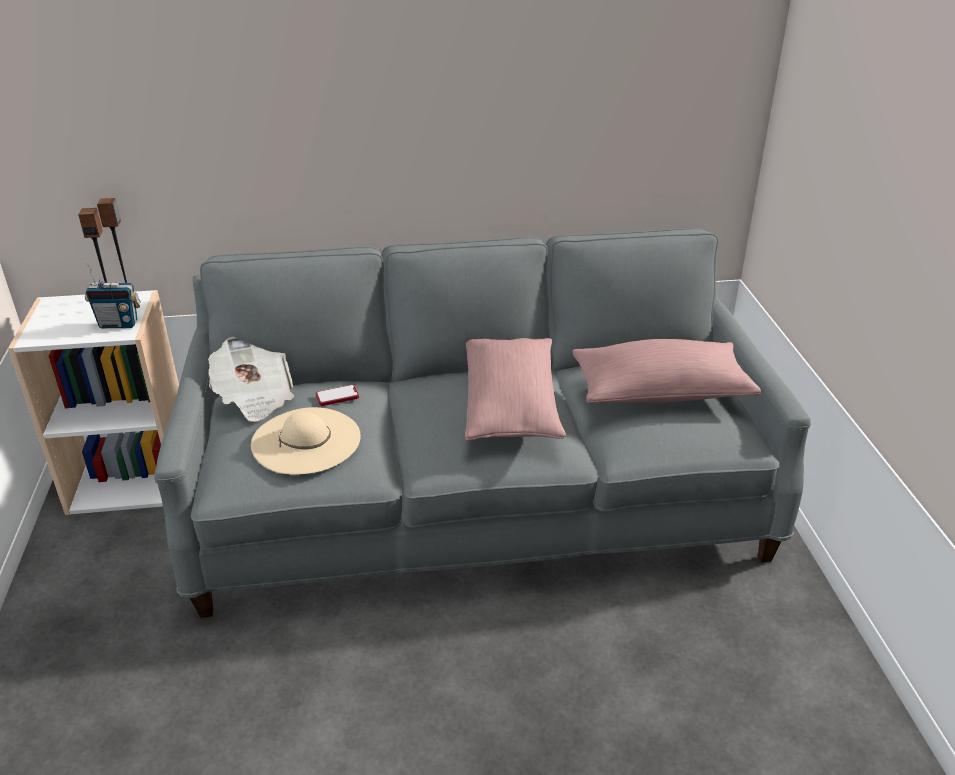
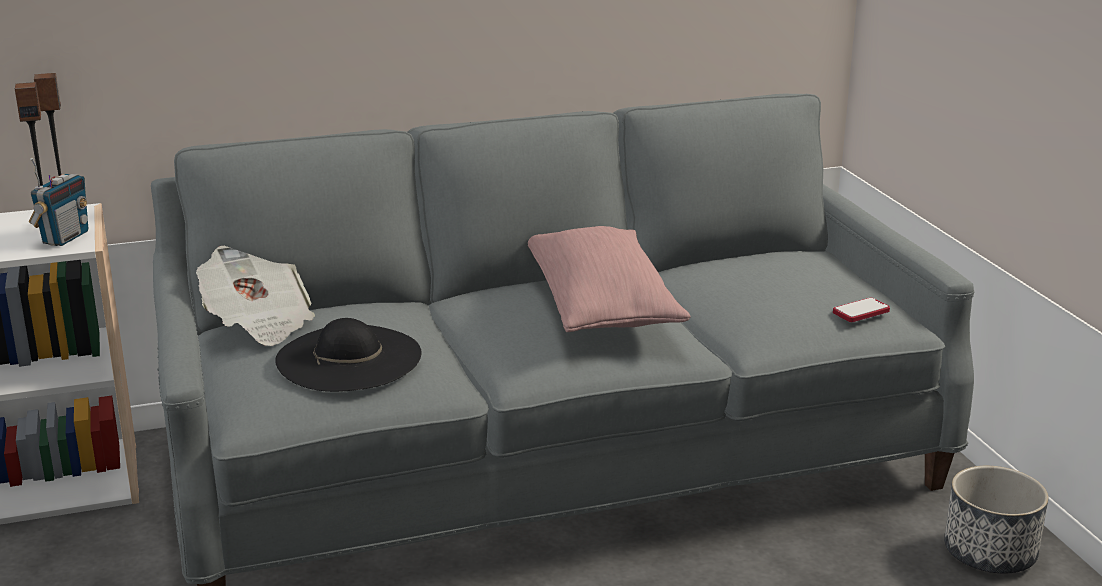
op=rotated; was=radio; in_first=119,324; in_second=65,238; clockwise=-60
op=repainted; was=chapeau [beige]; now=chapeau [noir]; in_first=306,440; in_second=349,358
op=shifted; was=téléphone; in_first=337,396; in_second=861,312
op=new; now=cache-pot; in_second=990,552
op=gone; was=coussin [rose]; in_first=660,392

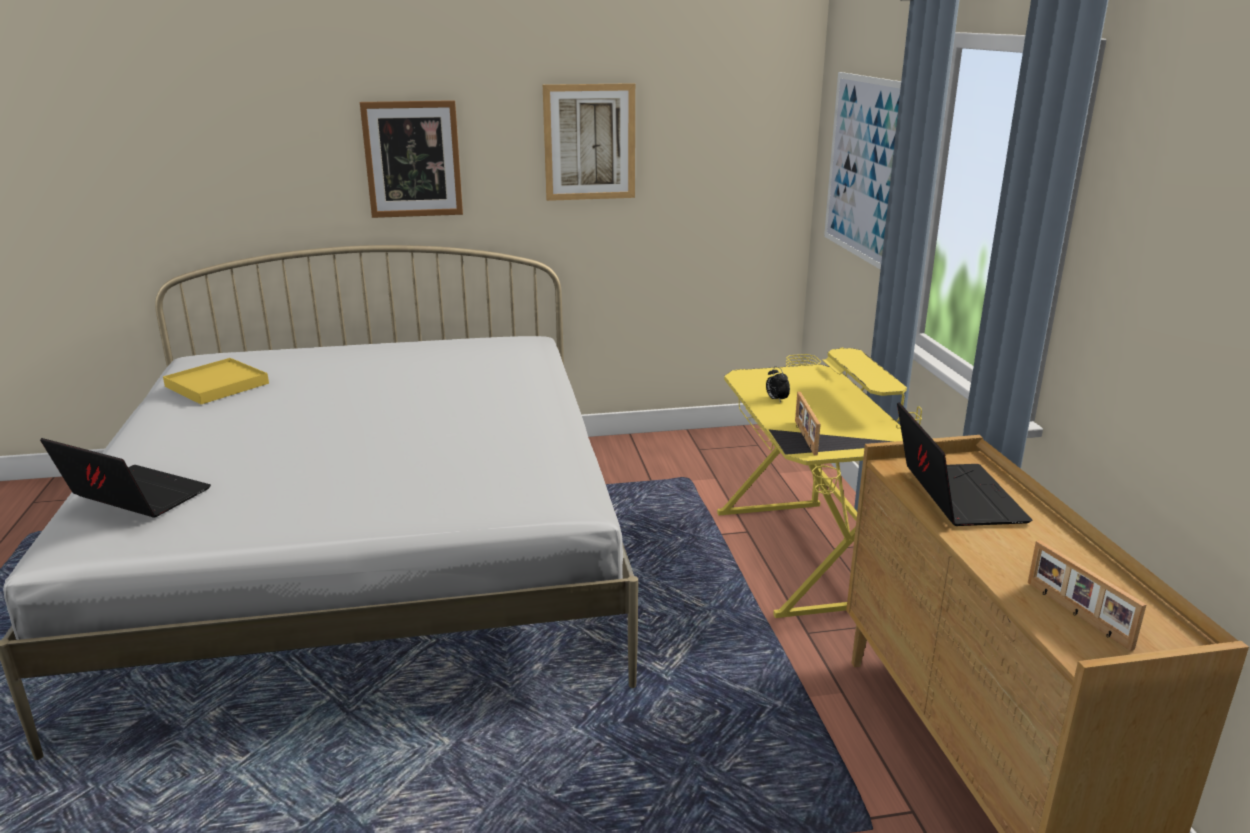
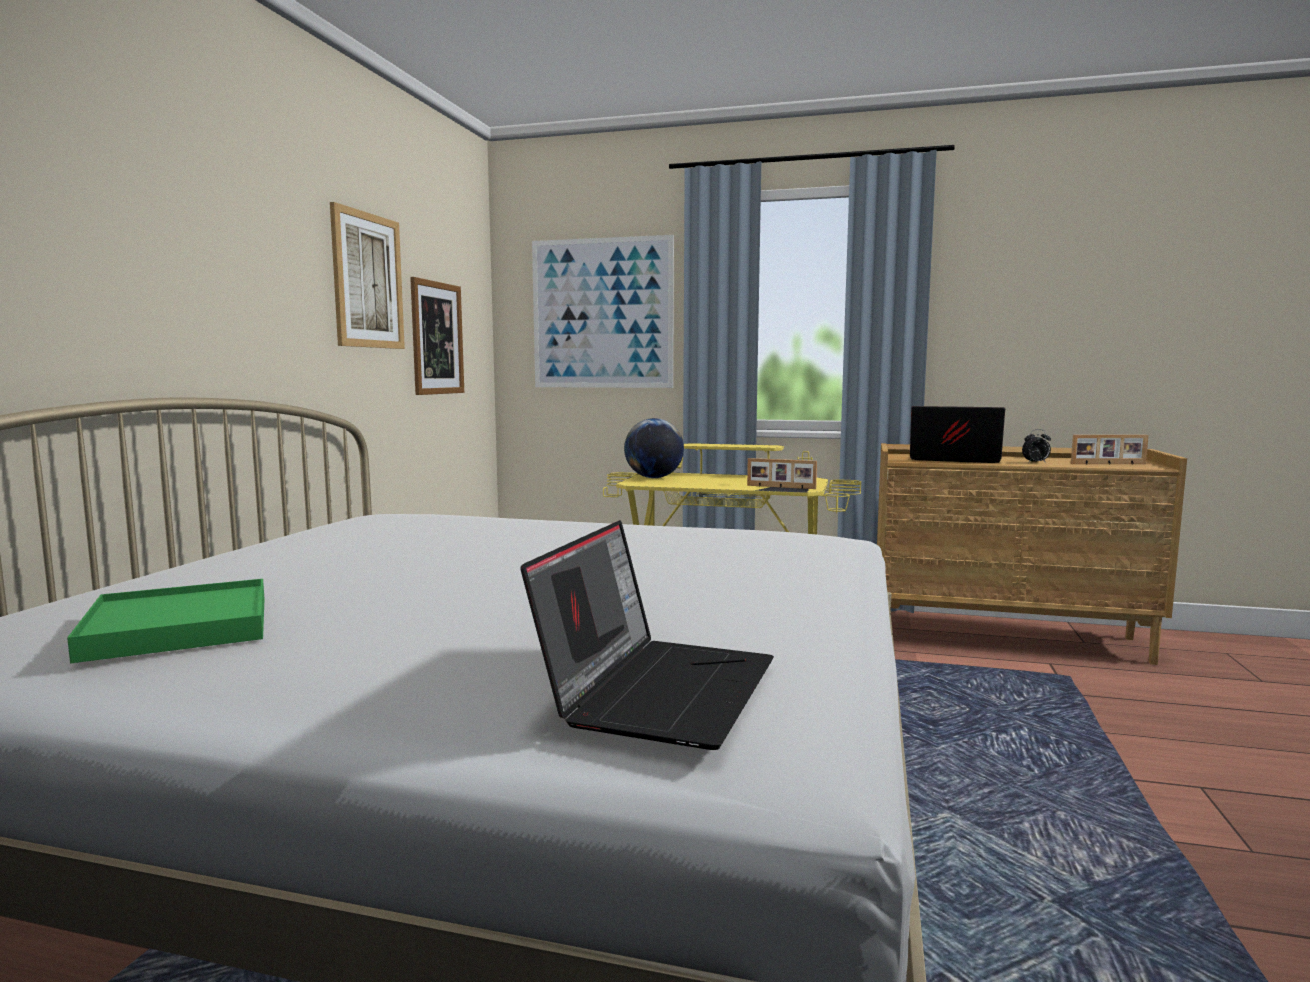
op=repainted; was=plateau [jaune]; now=plateau [vert]; in_first=217,385; in_second=178,627
op=shifted; was=tableau; in_first=412,159; in_second=437,338
op=rotated; was=ordinateur portable; in_first=133,497; in_second=658,689; clockwise=150
op=new; now=globe; in_second=654,478
op=shifted; was=réveil; in_first=776,399; in_second=1035,463

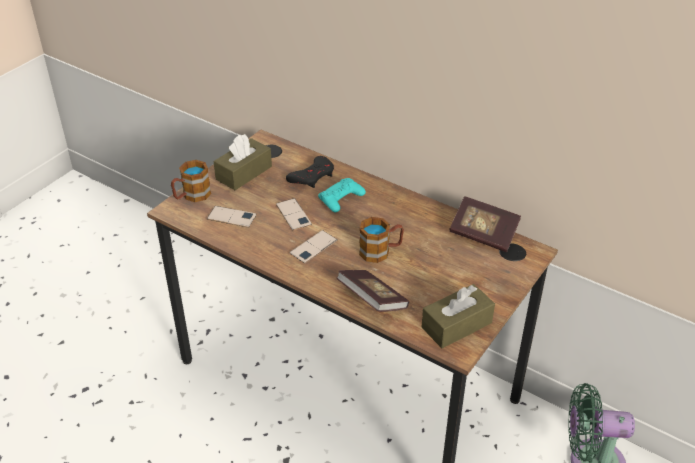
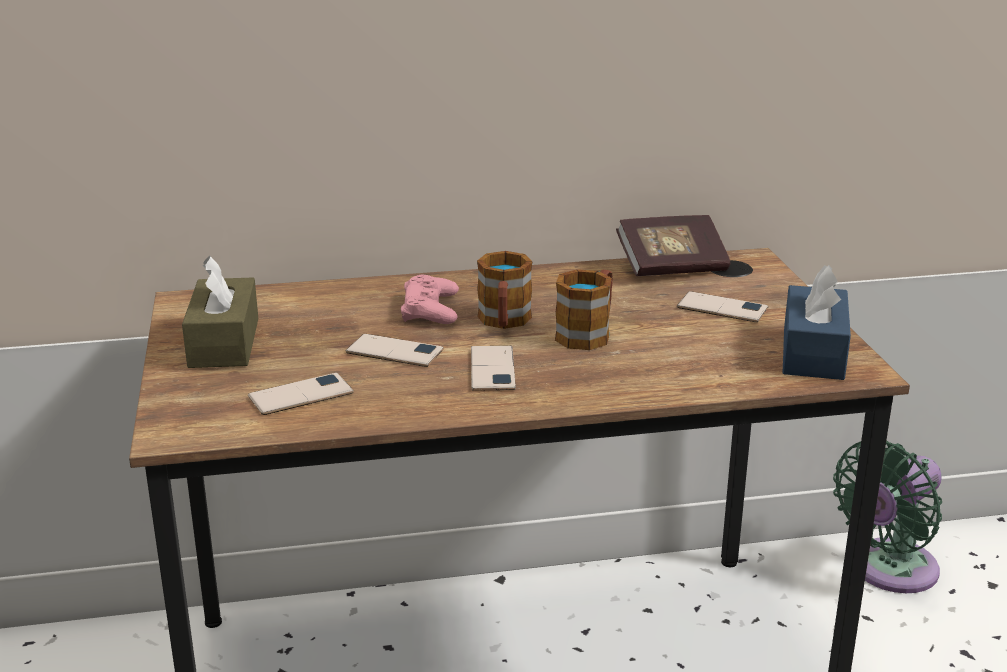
op=repainted; was=manette [turquoise]; now=manette [rose]; in_first=341,198; in_second=430,309
op=shifted; was=mug; in_first=191,196; in_second=504,322
op=new; now=téléphone; in_second=722,308
op=repainted; was=boîte à mouchoirs [marron]; now=boîte à mouchoirs [bleu]; in_first=456,325; in_second=813,352
op=gone; was=manette [noir]; in_first=312,176
op=gone; was=livre; in_first=372,300

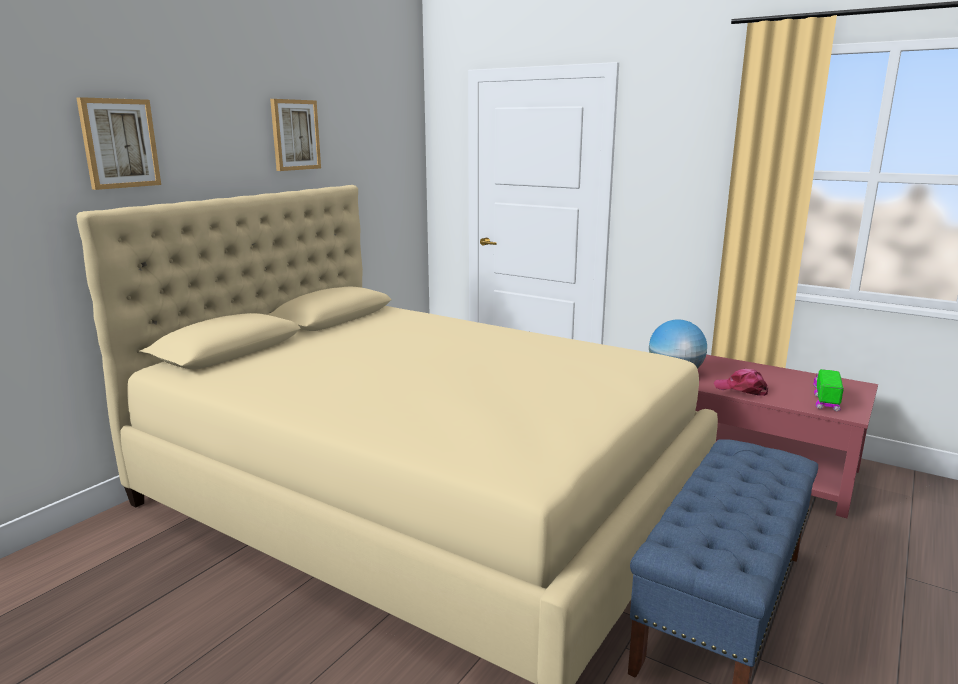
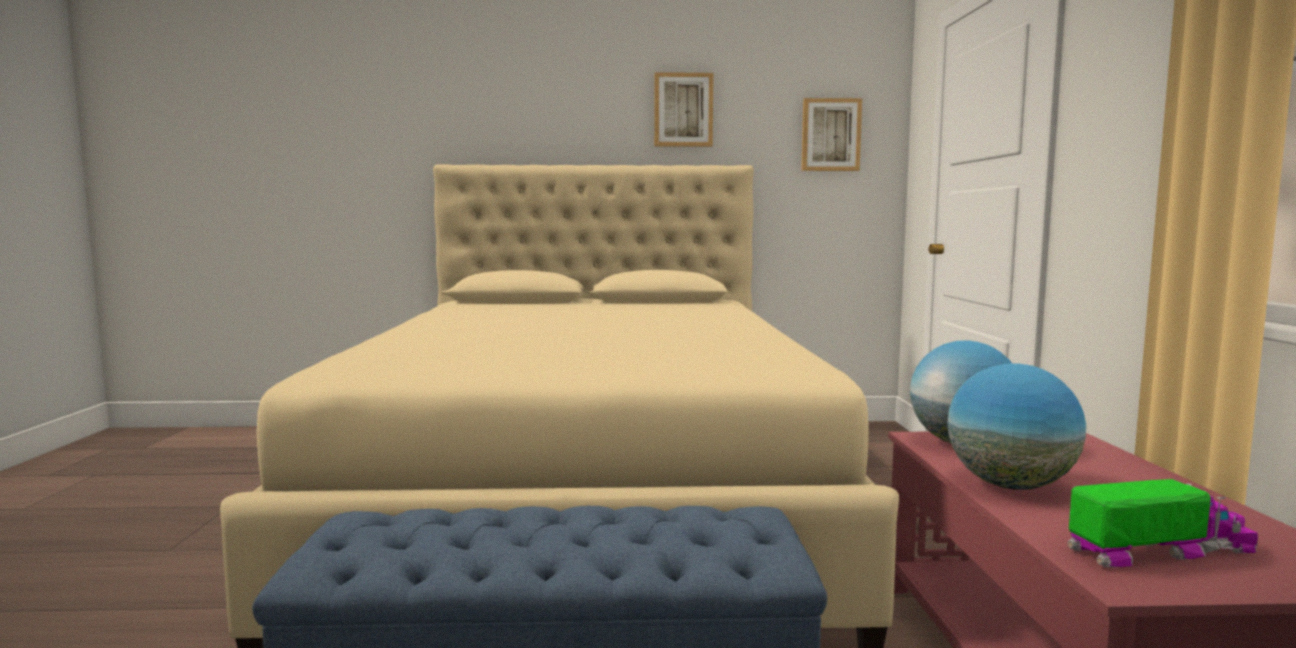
op=shifted; was=tableau; in_first=119,143; in_second=830,135
op=swapped; was=casquette [rose]; now=globe; in_first=741,389; in_second=1010,485

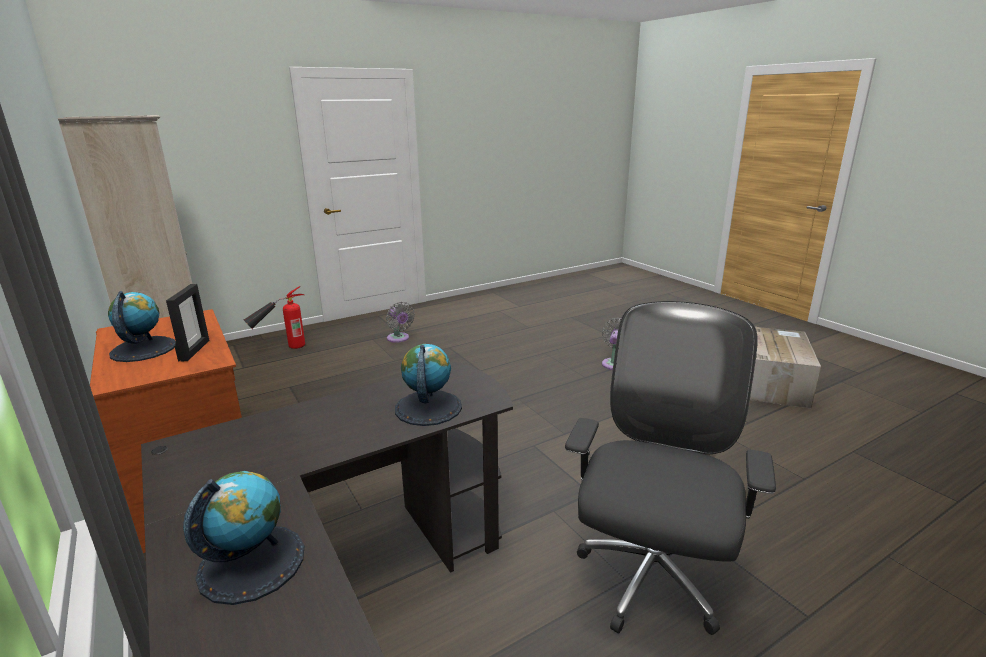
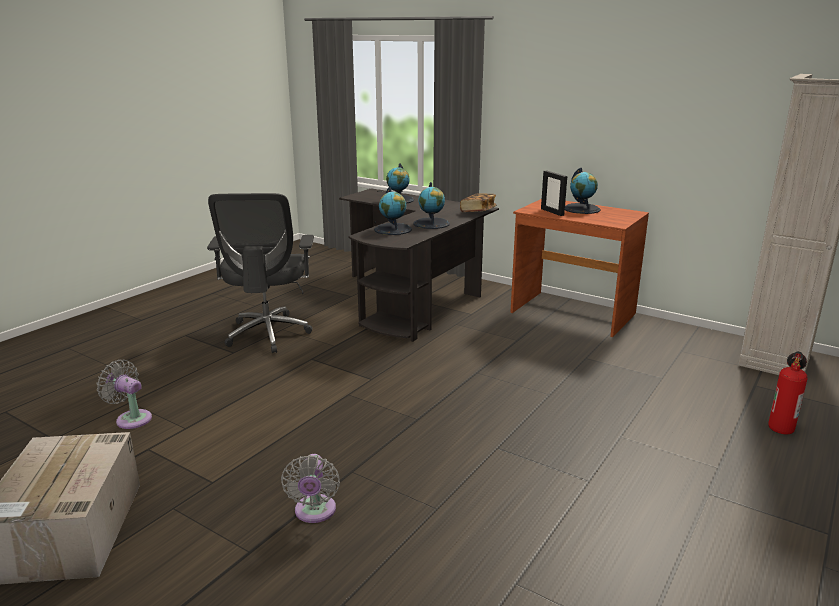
op=shifted; was=ventilateur [gris]; in_first=399,339; in_second=131,418
op=new; now=globe; in_second=431,223
op=new; now=livre; in_second=478,211

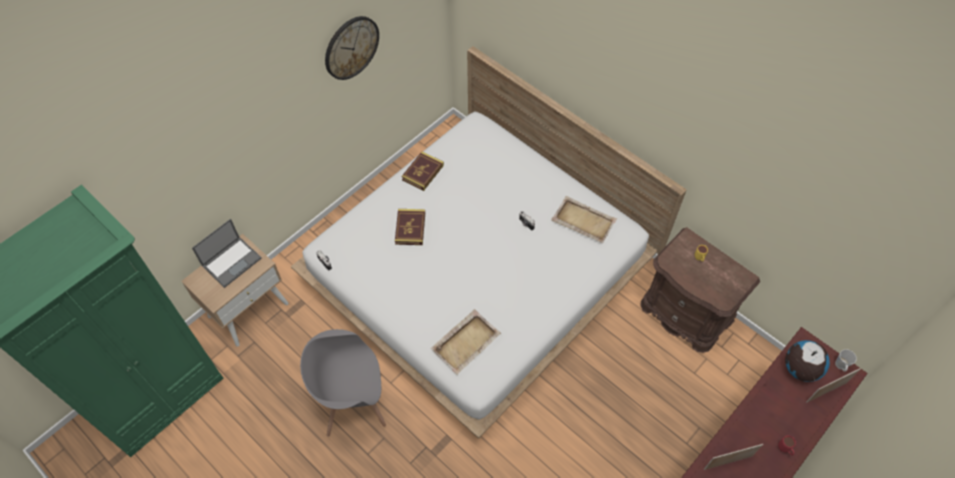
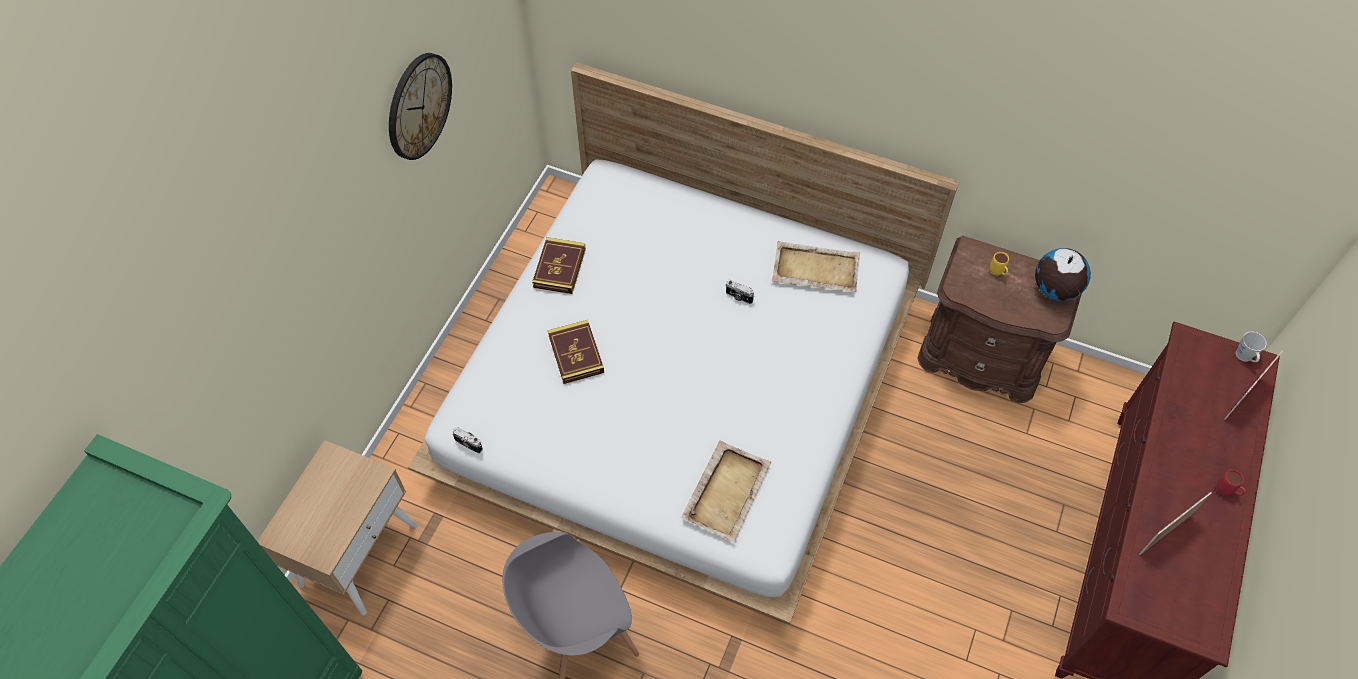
op=shifted; was=globe; in_first=799,369; in_second=1054,289
op=gone; was=ordinateur portable; in_first=232,261

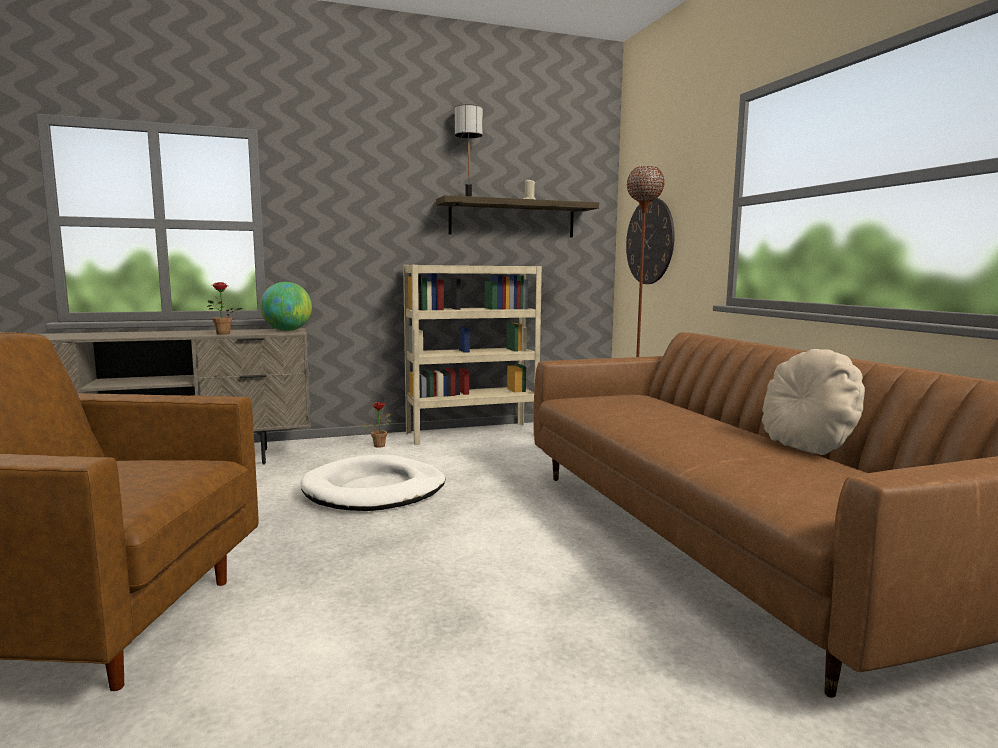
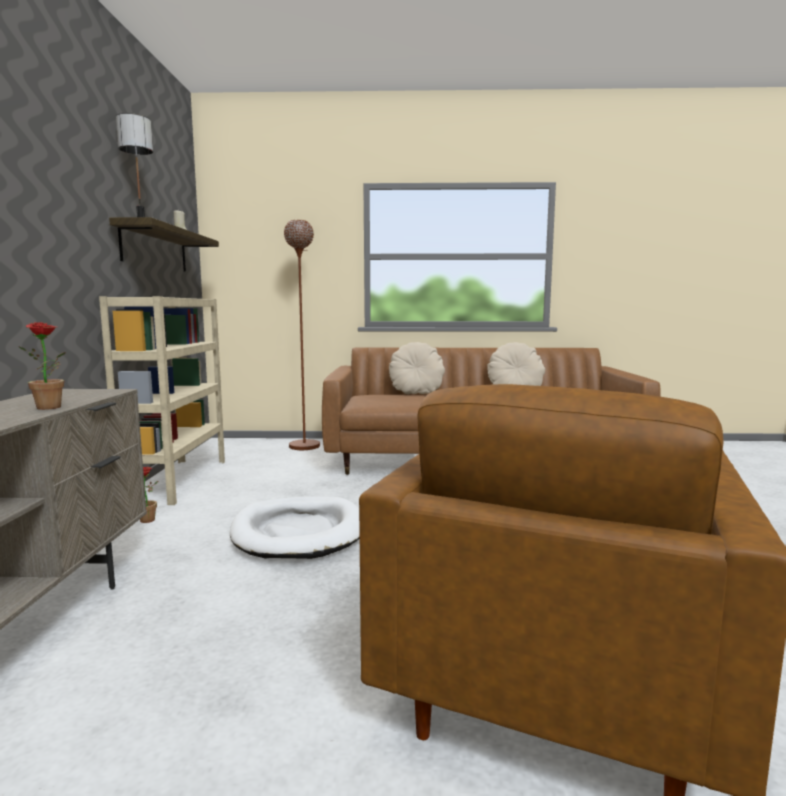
op=new; now=coussin [beige]; in_second=416,393
op=gone; was=globe; in_first=287,330
op=gone; was=horloge murale; in_first=650,241

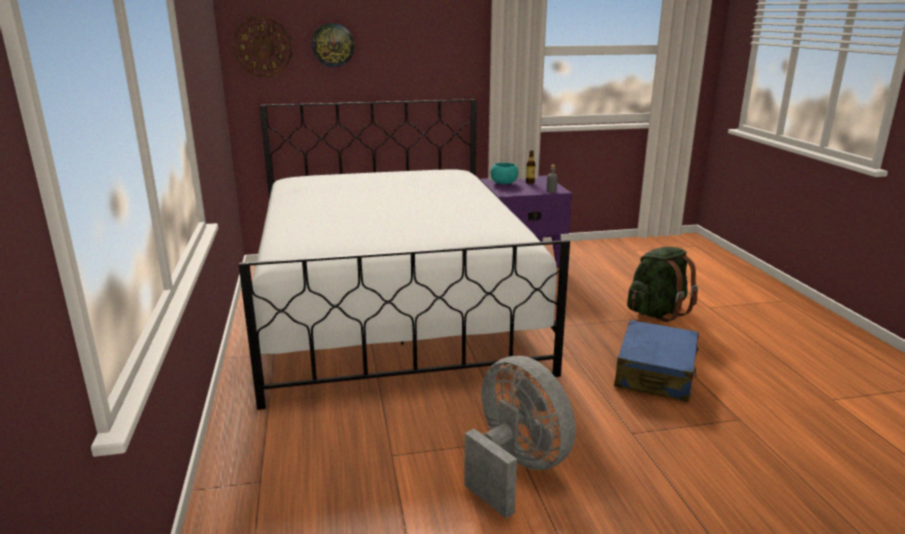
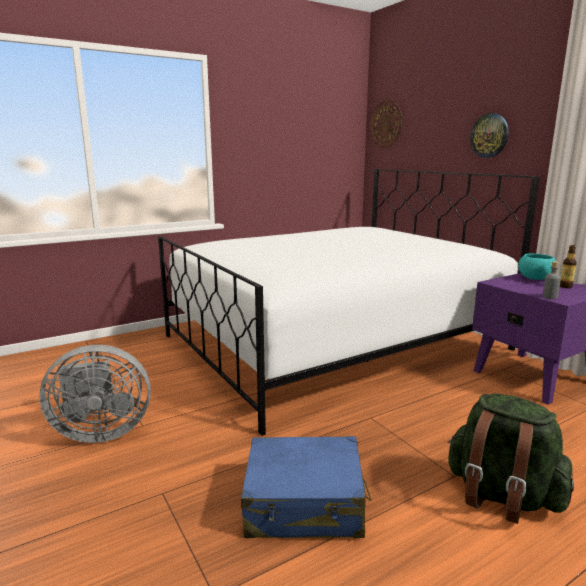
op=rotated; was=ventilateur [gris]; in_first=515,468; in_second=100,432; clockwise=45
op=shifted; was=horloge murale; in_first=333,45; in_second=489,135

